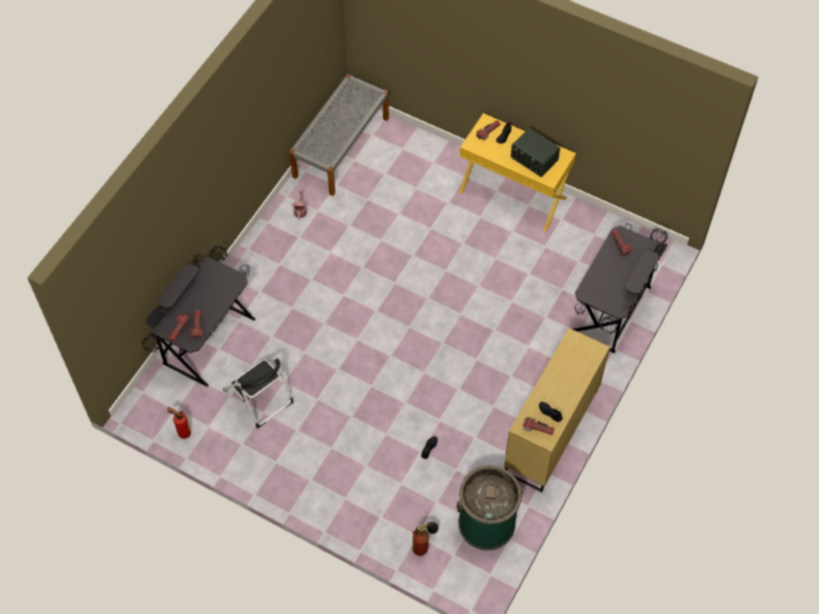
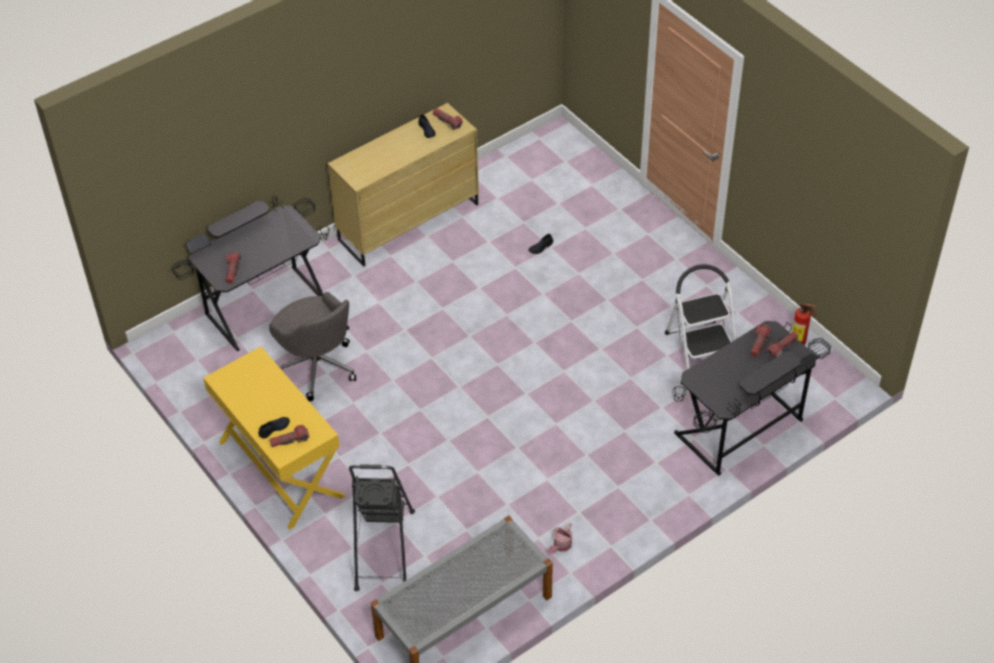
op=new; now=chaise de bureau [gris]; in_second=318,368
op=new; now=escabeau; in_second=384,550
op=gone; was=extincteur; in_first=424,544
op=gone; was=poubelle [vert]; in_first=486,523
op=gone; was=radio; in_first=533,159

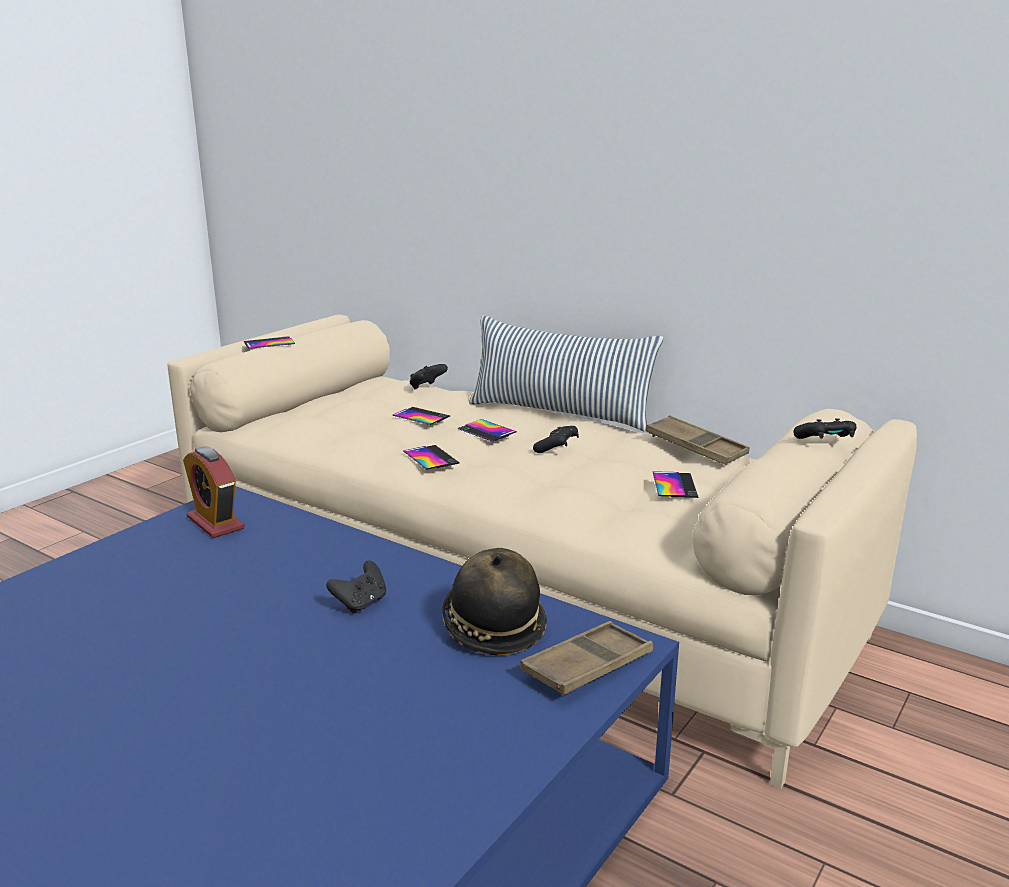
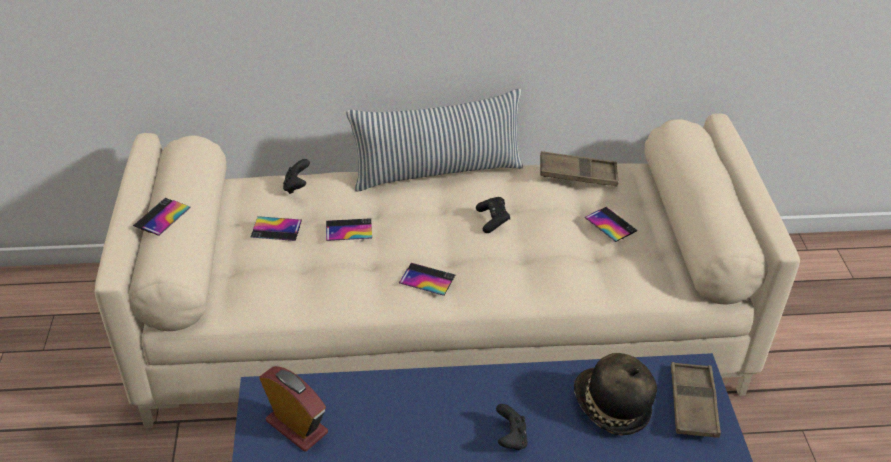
op=shifted; was=téléphone; in_first=487,431; in_second=276,229
op=rotated; was=réveil; in_first=215,523; in_second=297,427; clockwise=-150
op=gone; was=manette [noir]; in_first=826,442

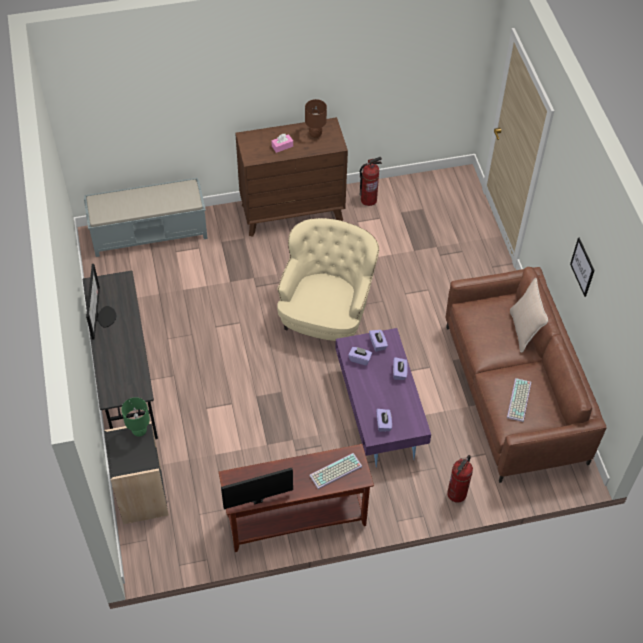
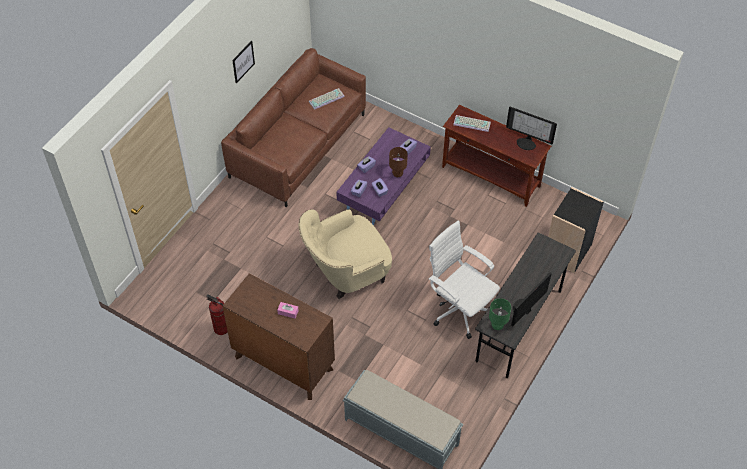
op=shifted; was=lampe de table [marron]; in_first=316,134; in_second=397,174
op=new; now=chaise de bureau [blanc]; in_second=459,310
op=shifted; was=lampe de table [vert]; in_first=140,432; in_second=497,325
op=gone; was=extincteur; in_first=457,494
op=gone; was=coussin [beige]; in_first=524,330

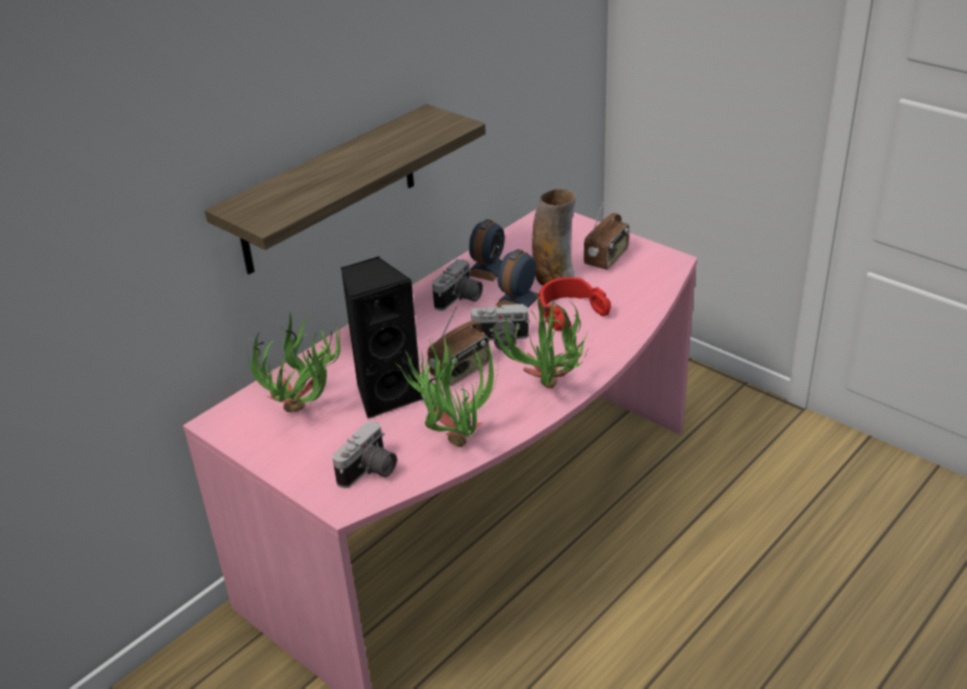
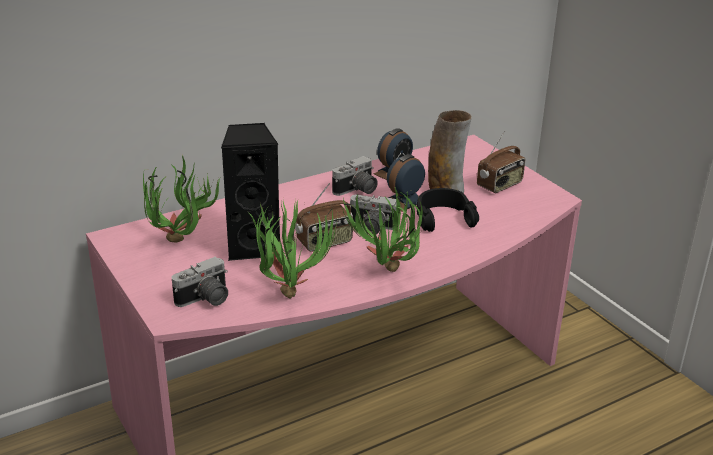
op=repainted; was=casque audio [rouge]; now=casque audio [noir]; in_first=569,312; in_second=443,218
op=gone; was=étagère; in_first=329,190

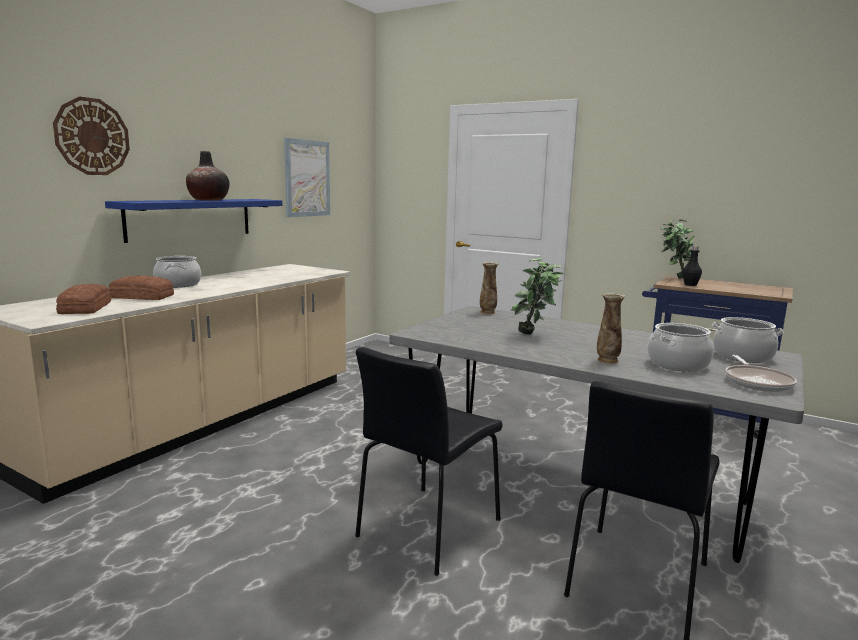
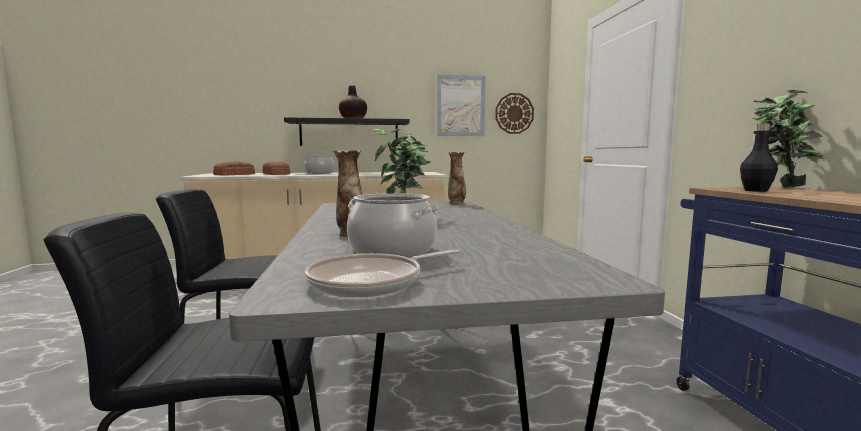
op=repainted; was=étagère [bleu]; now=étagère [noir]; in_first=190,218; in_second=349,133
op=shifted; was=horloge murale; in_first=92,137; in_second=514,113
op=gone; was=marmite; in_first=742,356

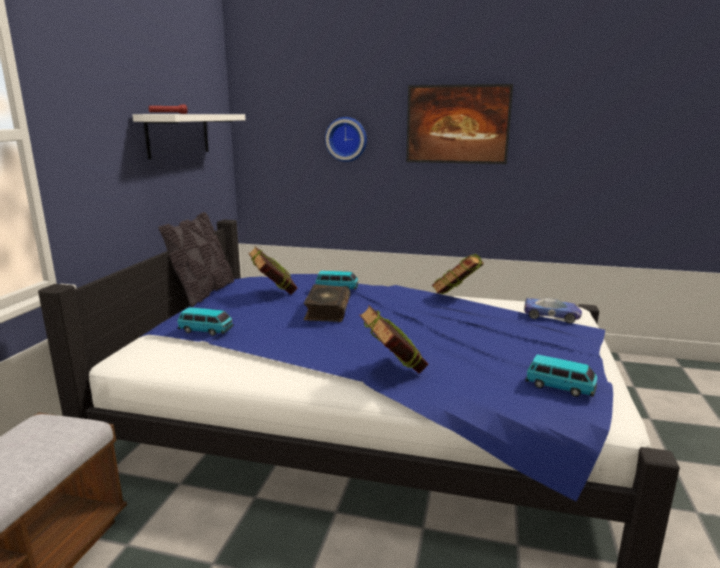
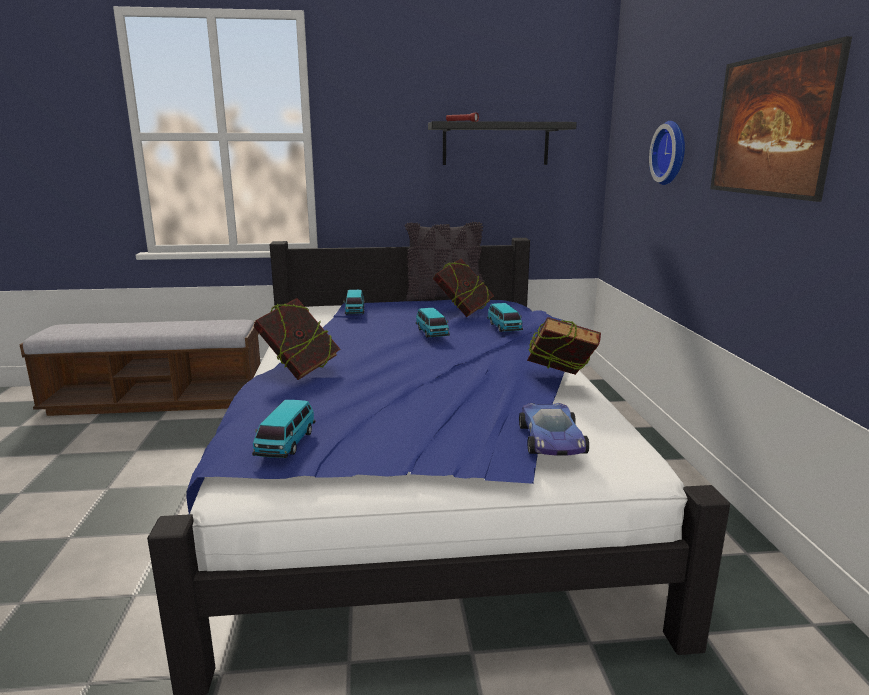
op=swapped; was=livre; now=petite voiture; in_first=326,311; in_second=432,333
op=repainted; was=étagère [blanc]; now=étagère [noir]; in_first=178,134; in_second=495,144

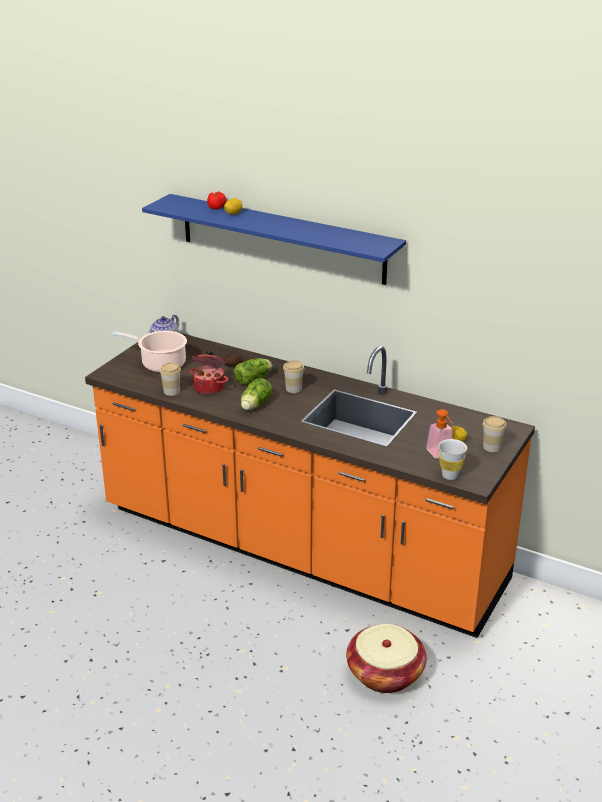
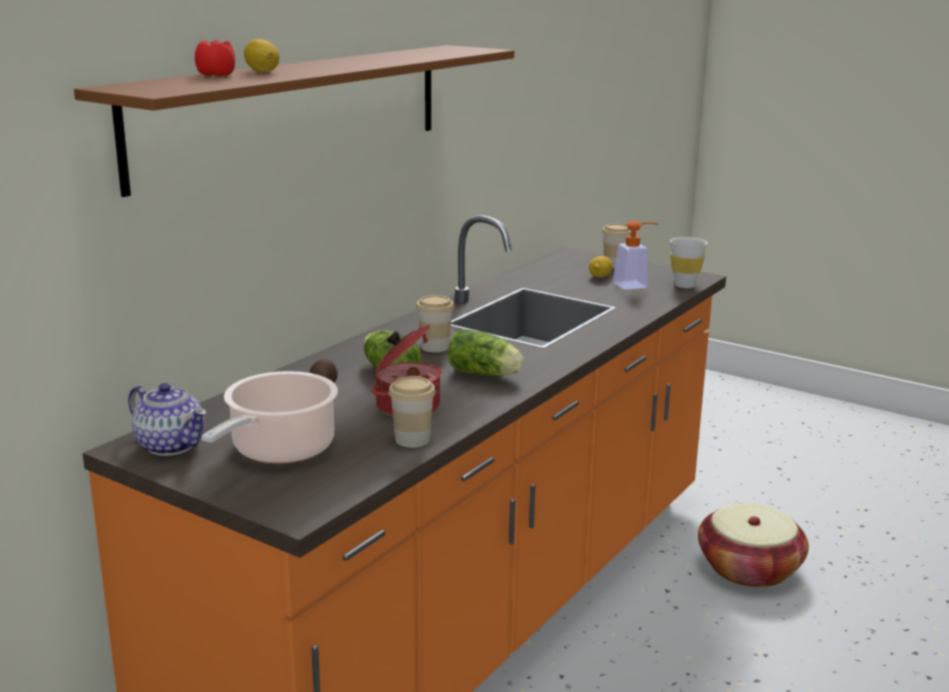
op=repainted; was=étagère [bleu]; now=étagère [marron]; in_first=281,238; in_second=297,111

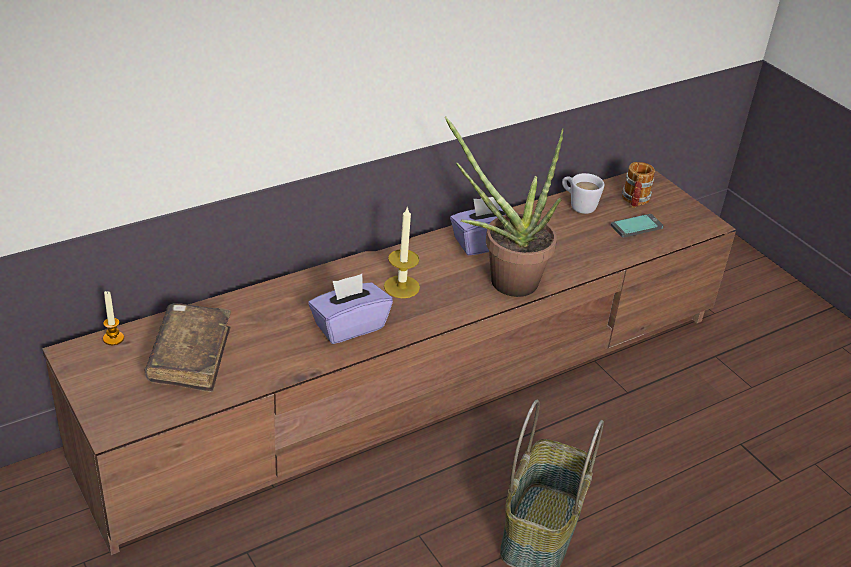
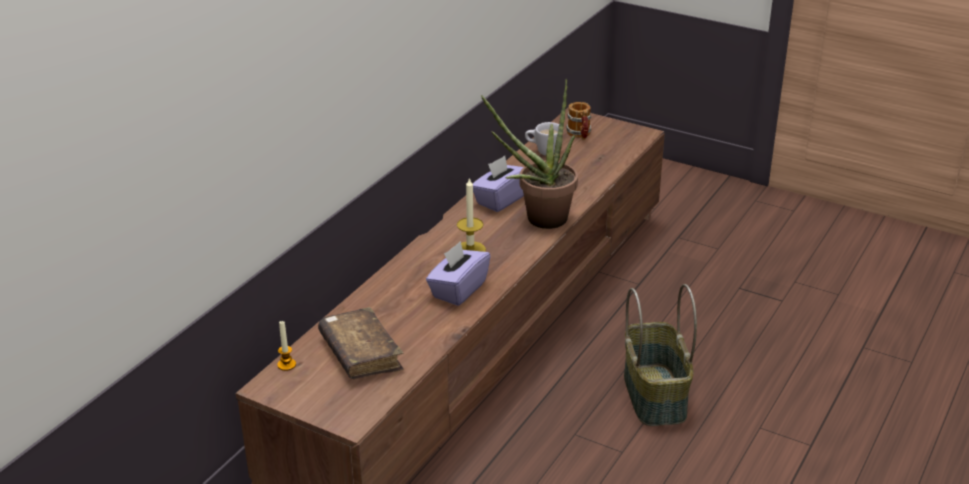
op=gone; was=téléphone; in_first=636,226

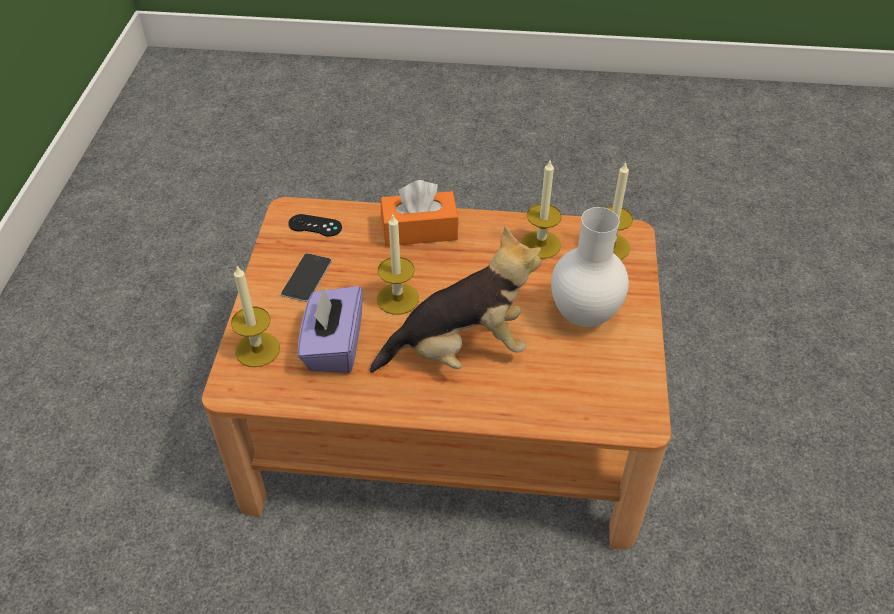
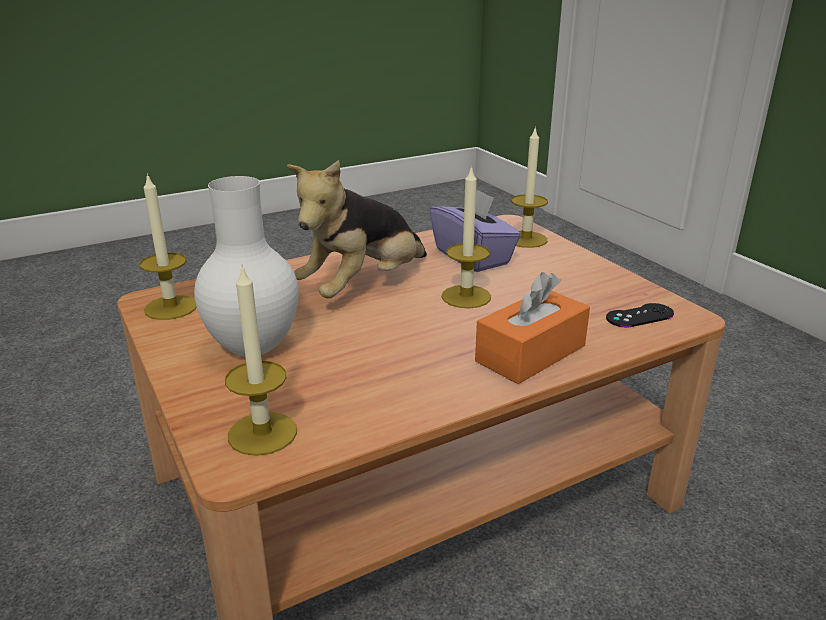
op=shifted; was=bougie; in_first=541,244; in_second=171,307
op=gone; was=téléphone; in_first=306,277

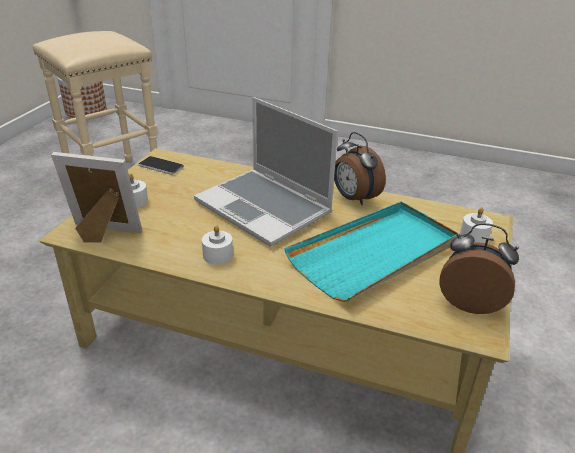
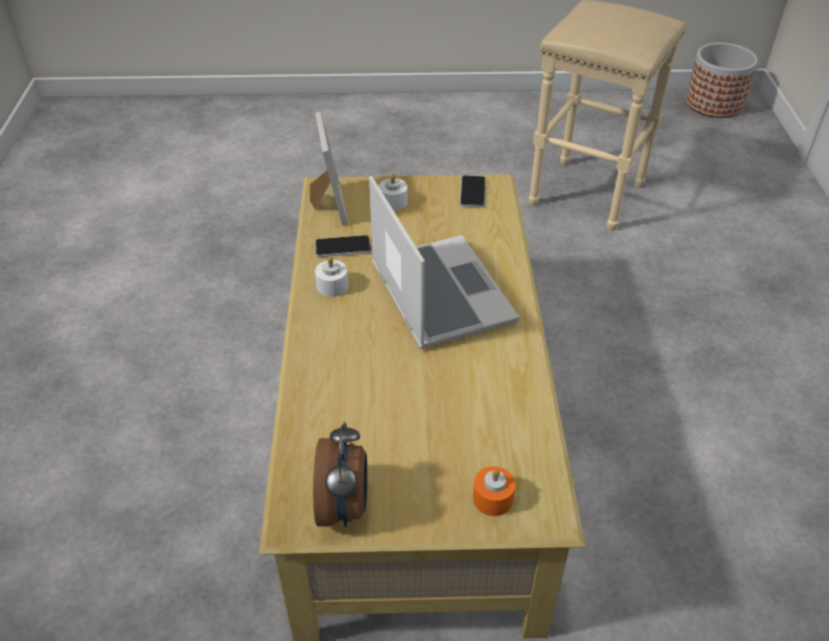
op=new; now=téléphone; in_second=343,247
op=rotated; was=ordinateur portable; in_first=265,208; in_second=438,293; clockwise=135
op=repainted; was=bougie [blanc]; now=bougie [orange]; in_first=474,236; in_second=493,498
op=gone; was=plateau [turquoise]; in_first=375,253
op=gone; was=réveil; in_first=353,198

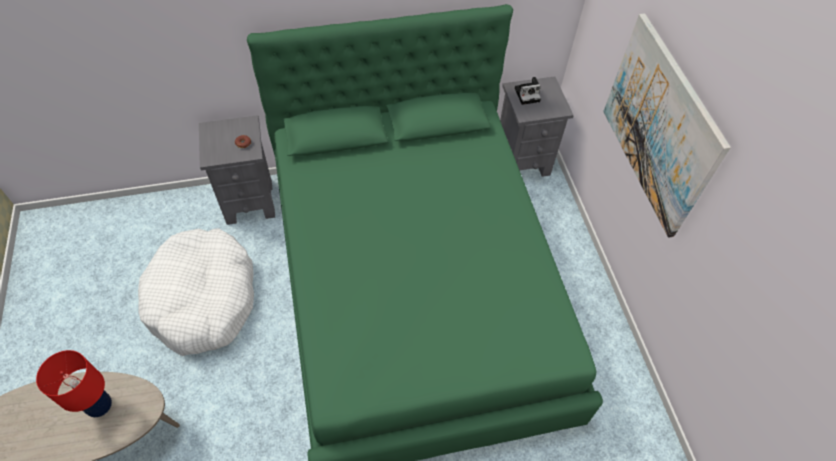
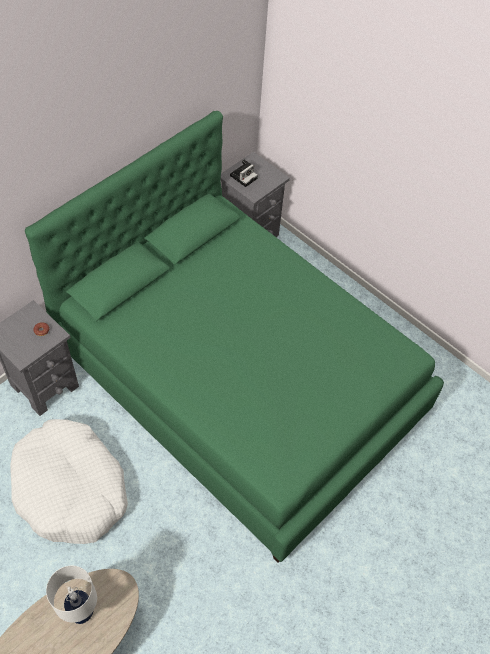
op=repainted; was=lampe de table [rouge]; now=lampe de table [blanc]; in_first=100,406; in_second=81,611
op=gone; was=tableau; in_first=659,126

